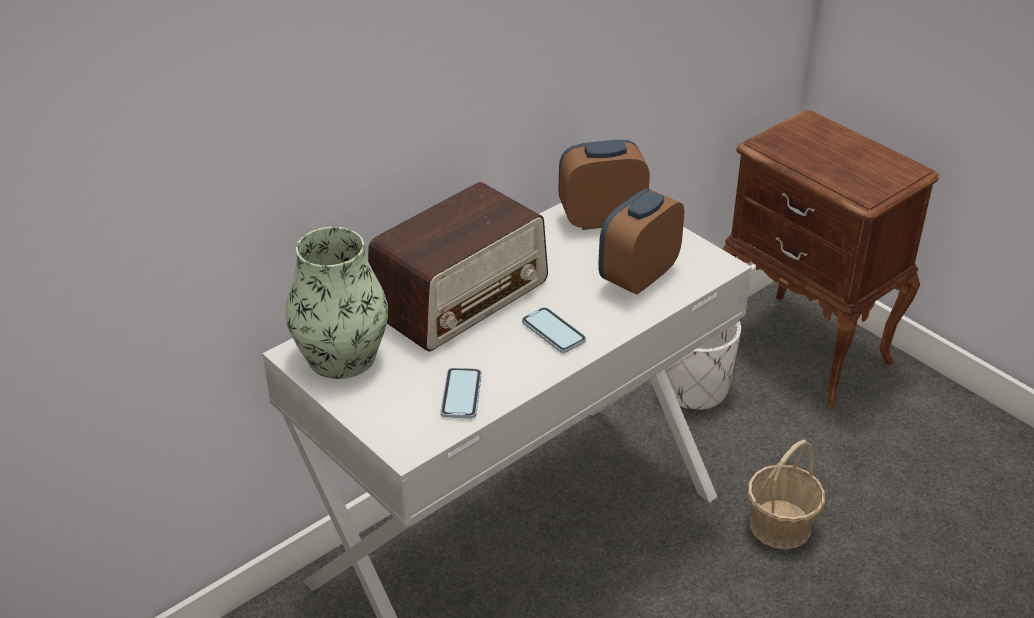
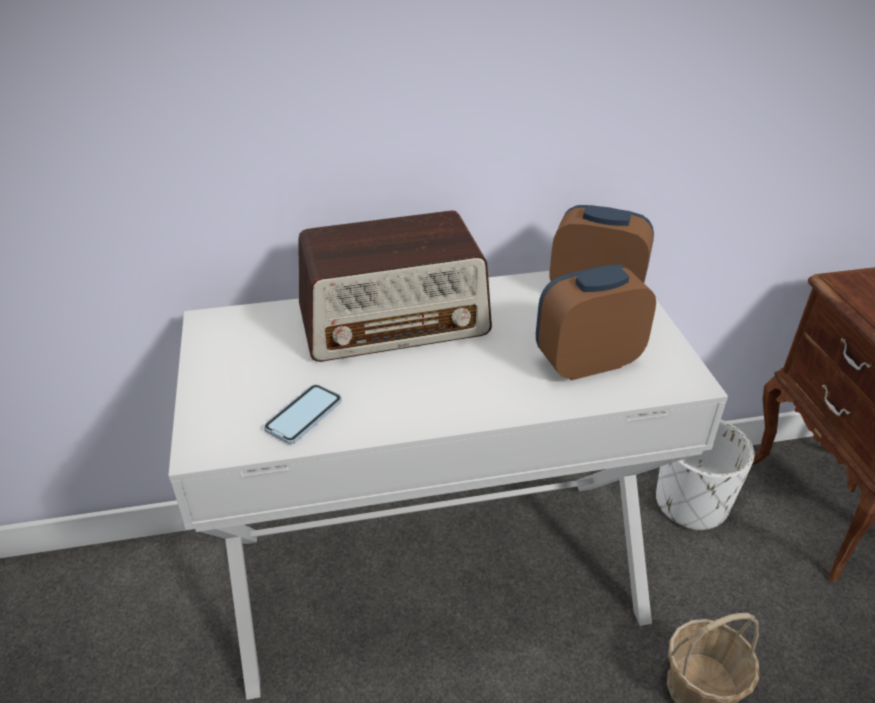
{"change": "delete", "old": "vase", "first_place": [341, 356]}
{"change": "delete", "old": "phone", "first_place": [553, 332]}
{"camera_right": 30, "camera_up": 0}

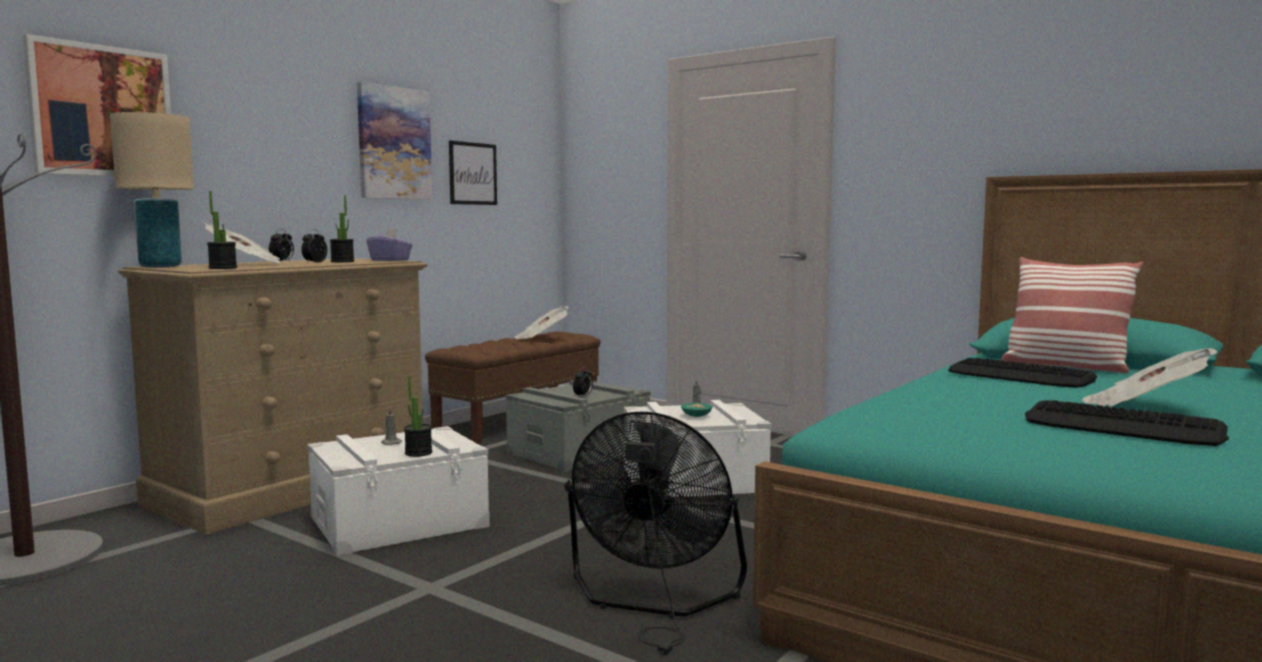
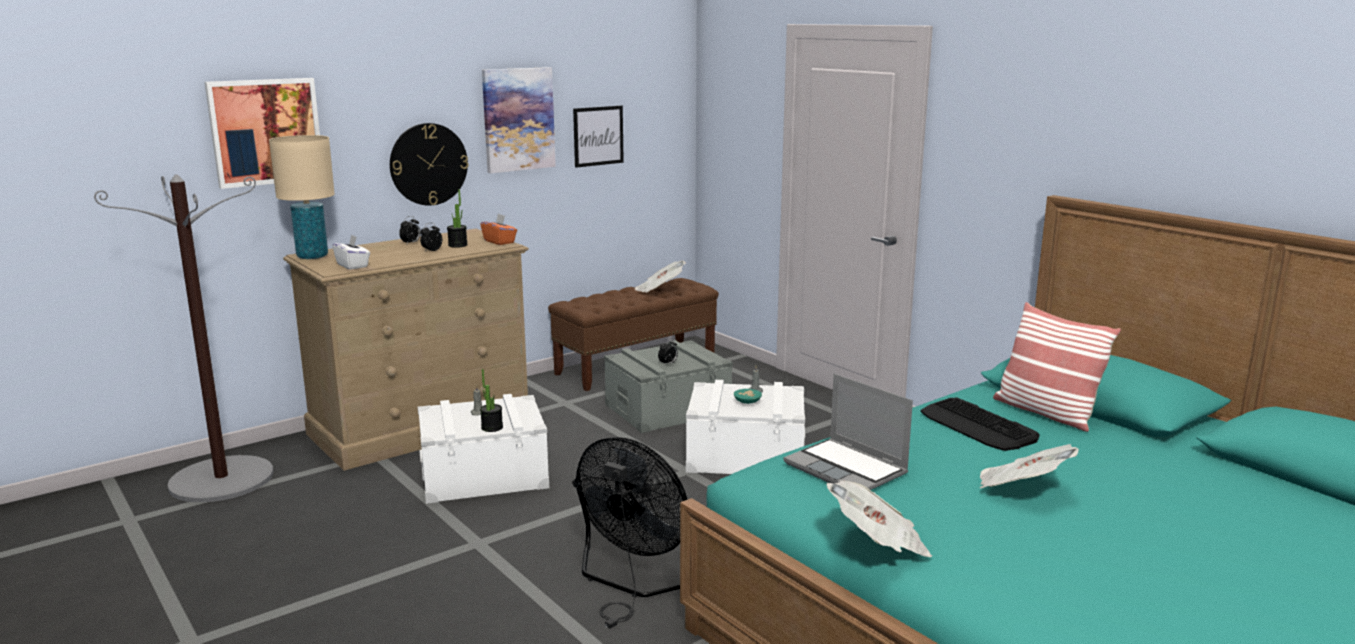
{"change": "replace", "old": "potted plant", "new": "white tissue box", "first_place": [223, 268], "second_place": [353, 265]}
{"change": "insert", "new": "wall clock", "second_place": [428, 164]}
{"change": "recolor", "old": "purple tissue box", "new": "orange tissue box", "first_place": [390, 260], "second_place": [499, 242]}
{"change": "insert", "new": "laptop", "second_place": [847, 469]}
{"change": "move", "old": "newspaper", "first_place": [246, 264], "second_place": [878, 544]}
{"change": "delete", "old": "keyboard", "first_place": [1122, 427]}
{"camera_right": 15, "camera_up": 10}

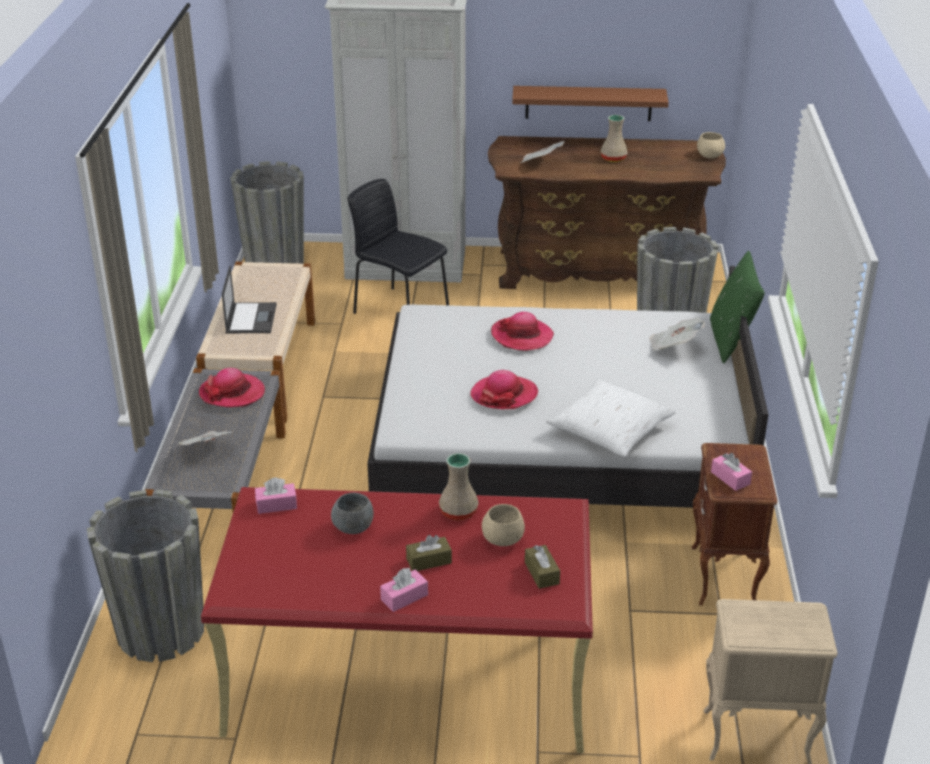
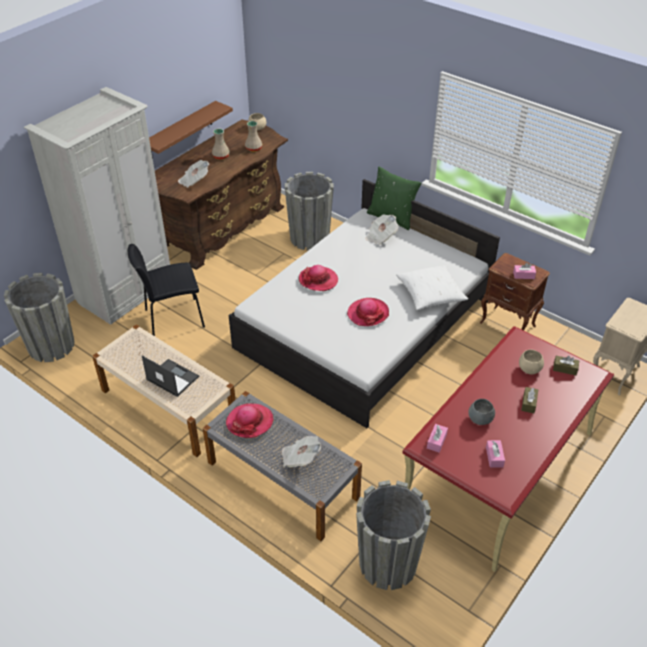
{"change": "move", "old": "beige vase", "first_place": [459, 511], "second_place": [253, 148]}
{"change": "move", "old": "pink tissue box", "first_place": [404, 597], "second_place": [494, 457]}
{"camera_right": -55, "camera_up": 10}

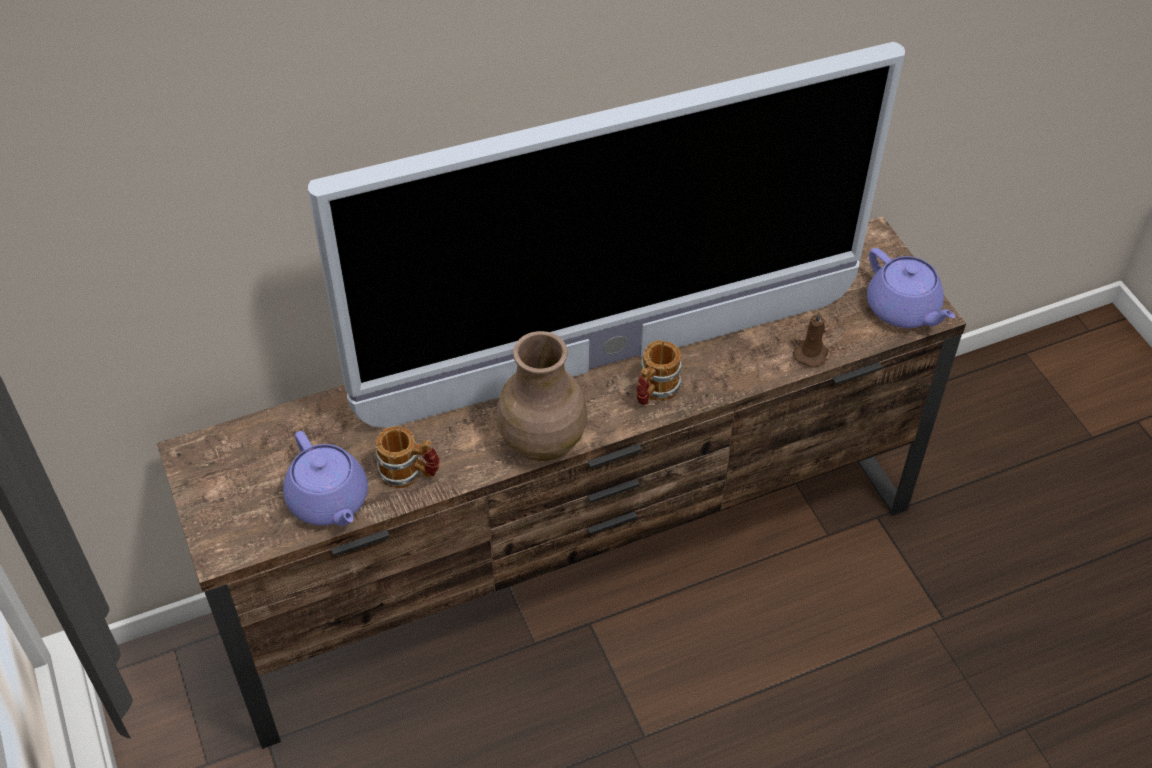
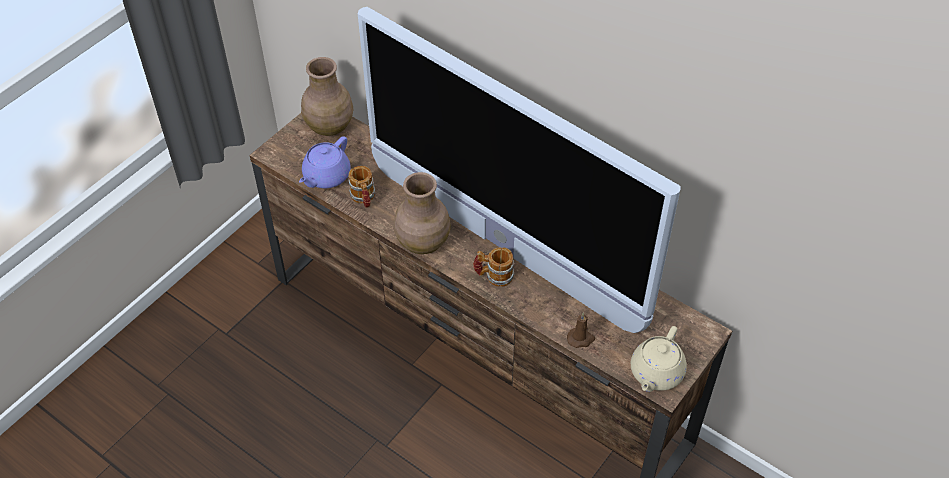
{"change": "insert", "new": "brown vase", "second_place": [330, 126]}
{"change": "recolor", "old": "purple teapot", "new": "beige teapot", "first_place": [903, 309], "second_place": [656, 373]}
{"camera_right": 60, "camera_up": 0}

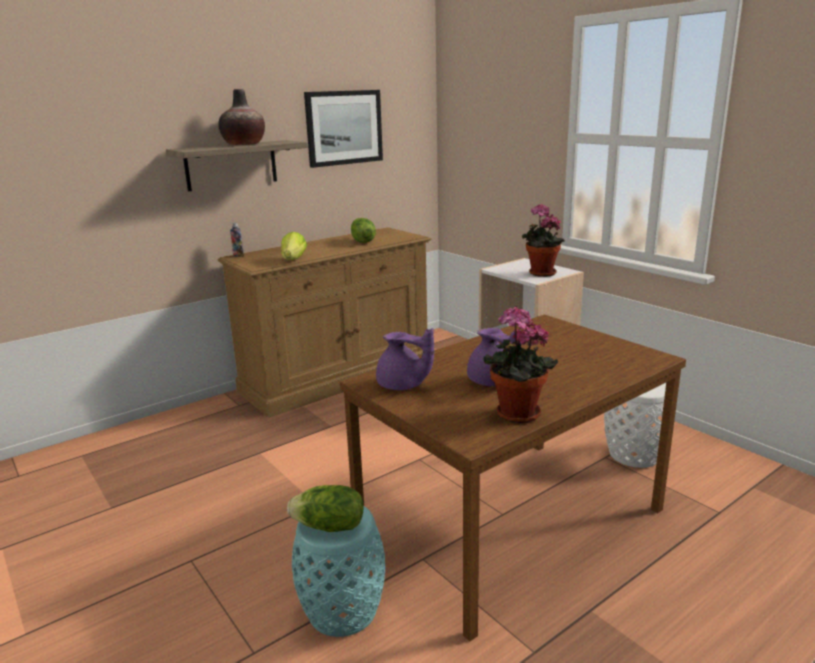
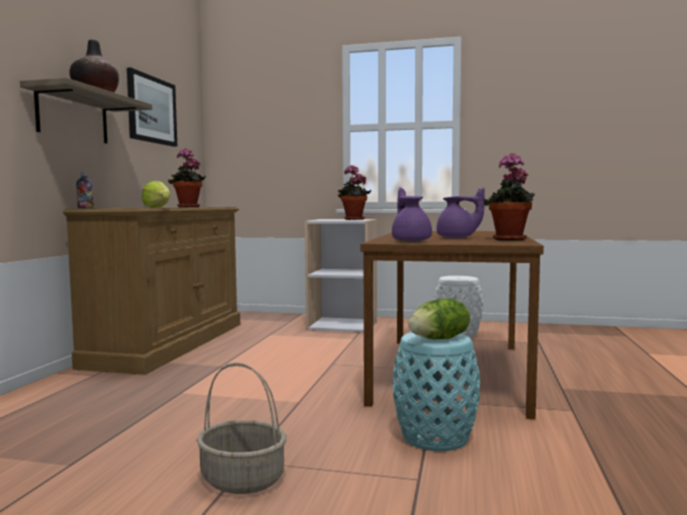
{"change": "replace", "old": "lettuce", "new": "potted plant", "first_place": [362, 241], "second_place": [188, 207]}
{"change": "insert", "new": "basket", "second_place": [241, 479]}
{"change": "rotate", "old": "purple teapot", "first_place": [403, 386], "second_place": [411, 241], "degrees": -90}
{"camera_right": -40, "camera_up": -15}

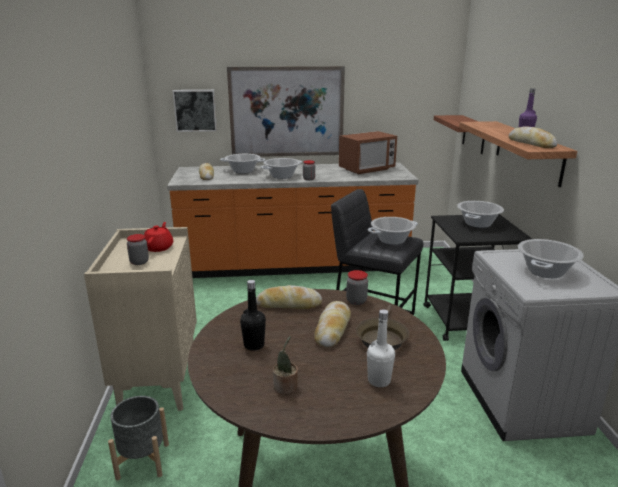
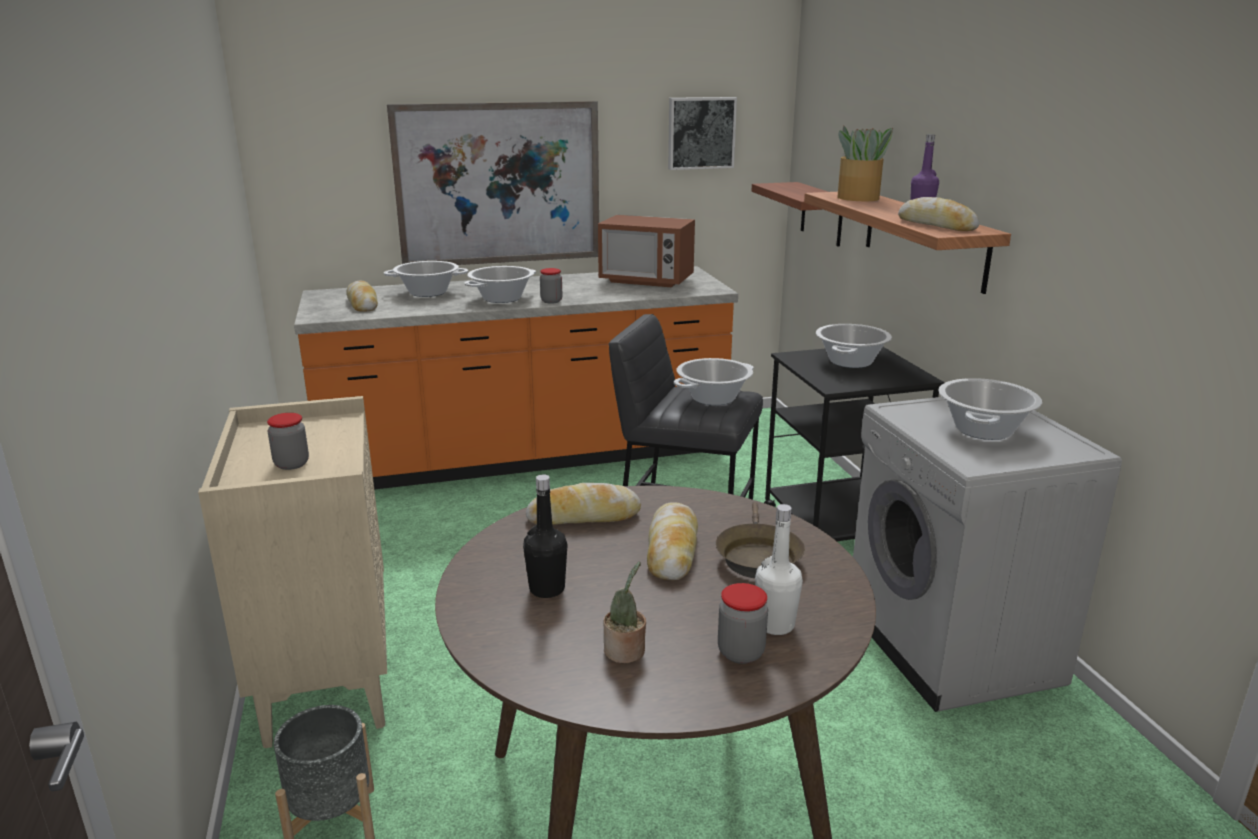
{"change": "rotate", "old": "microwave", "first_place": [367, 169], "second_place": [646, 280], "degrees": 60}
{"change": "move", "old": "picture", "first_place": [195, 110], "second_place": [700, 133]}
{"change": "move", "old": "jar", "first_place": [356, 301], "second_place": [741, 652]}
{"change": "insert", "new": "potted plant", "second_place": [858, 198]}
{"change": "delete", "old": "red teapot", "first_place": [159, 247]}
{"camera_right": -10, "camera_up": 0}

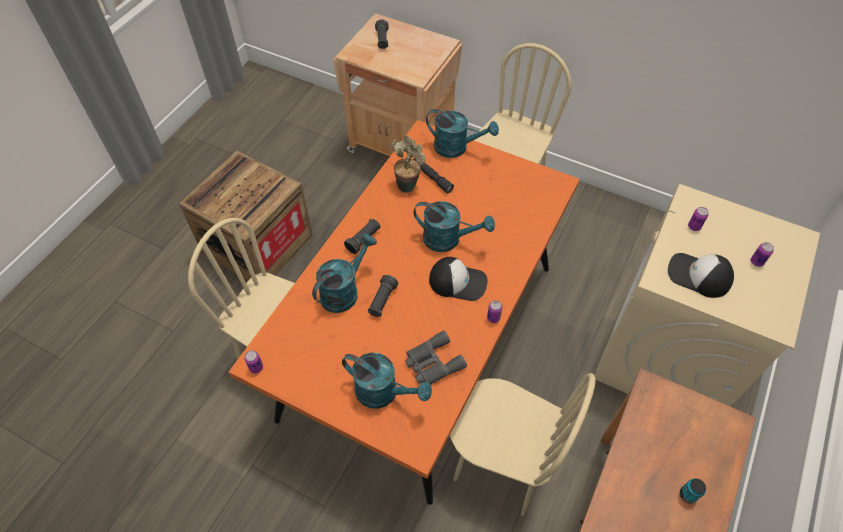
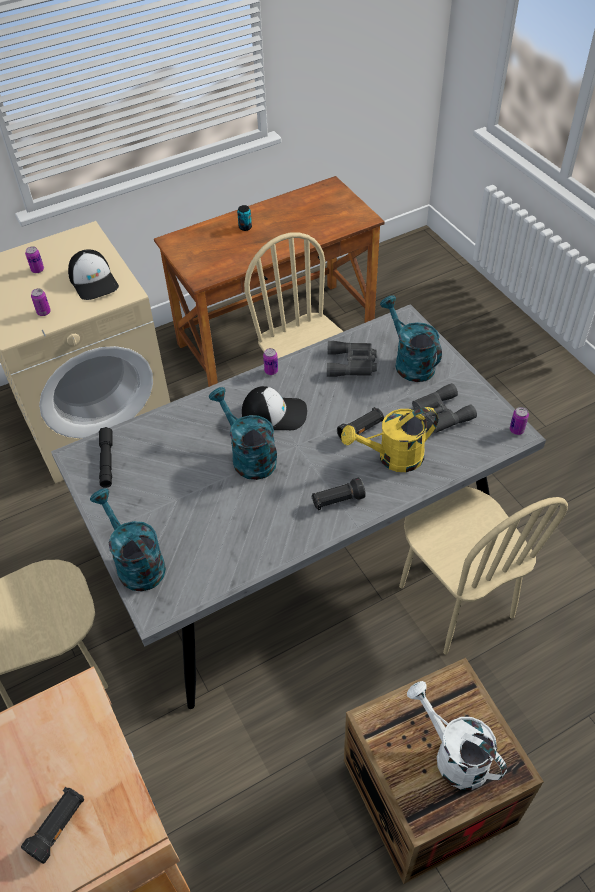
{"change": "recolor", "old": "orange dining table", "new": "grey dining table", "first_place": [421, 338], "second_place": [300, 547]}
{"change": "move", "old": "black flashlight", "first_place": [432, 177], "second_place": [107, 461]}
{"change": "rotate", "old": "cap", "first_place": [458, 281], "second_place": [274, 413], "degrees": 135}
{"change": "recolor", "old": "turquoise watering can", "new": "yellow watering can", "first_place": [344, 291], "second_place": [392, 458]}
{"change": "insert", "new": "white watering can", "second_place": [453, 755]}
{"change": "insert", "new": "grey binoculars", "second_place": [439, 414]}
{"change": "delete", "old": "potted plant", "first_place": [408, 184]}
{"camera_right": -145, "camera_up": -5}

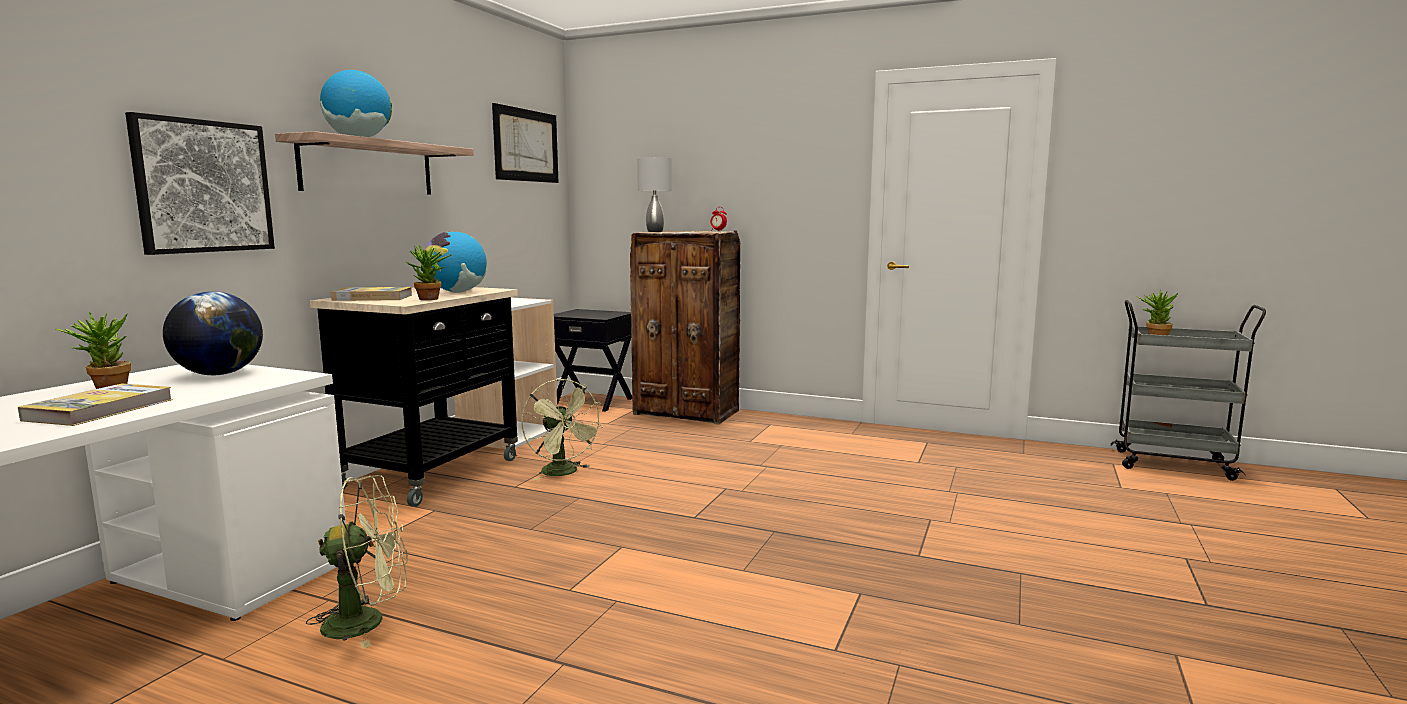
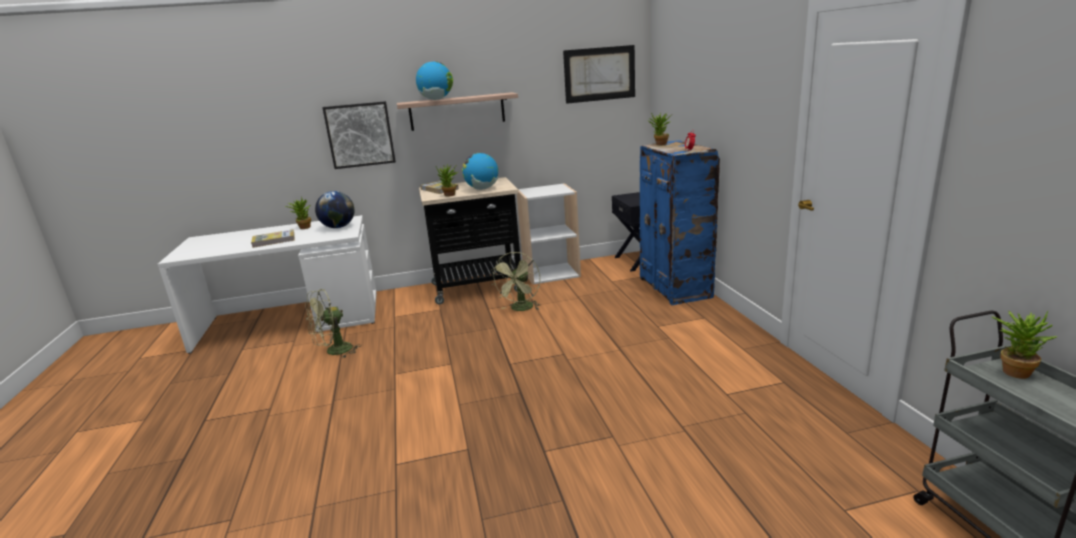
{"change": "rotate", "old": "green fan", "first_place": [367, 621], "second_place": [334, 352], "degrees": 105}
{"change": "recolor", "old": "brown cabinet", "new": "blue cabinet", "first_place": [687, 412], "second_place": [675, 288]}
{"change": "replace", "old": "grey table lamp", "new": "potted plant", "first_place": [654, 231], "second_place": [659, 144]}
{"camera_right": 55, "camera_up": 10}

